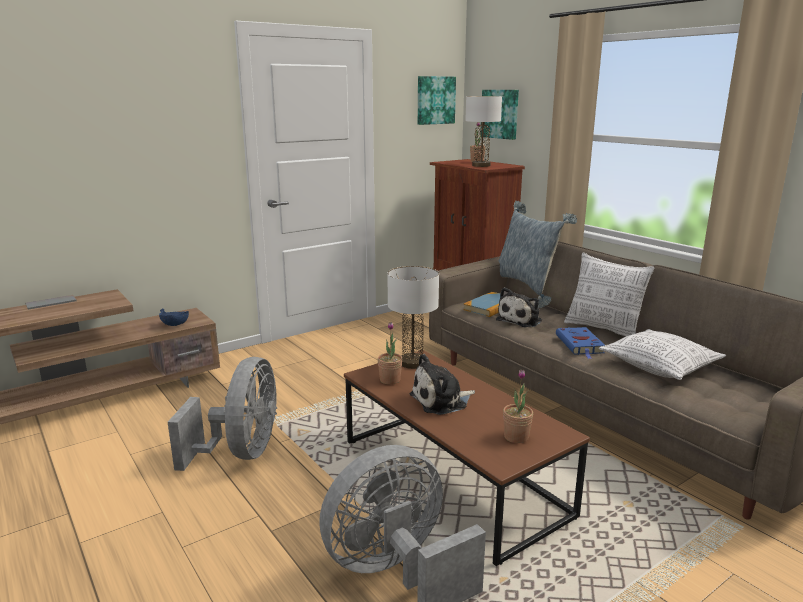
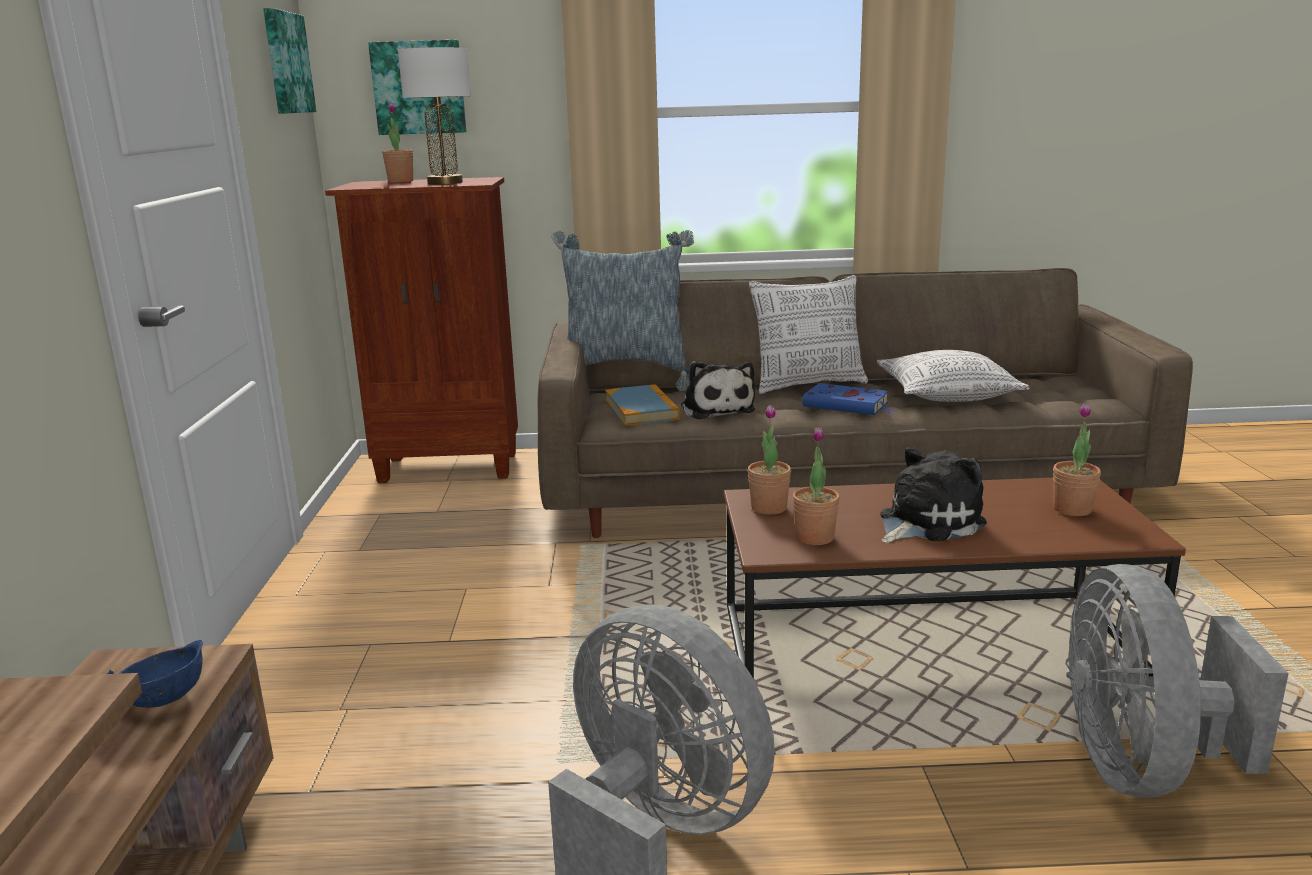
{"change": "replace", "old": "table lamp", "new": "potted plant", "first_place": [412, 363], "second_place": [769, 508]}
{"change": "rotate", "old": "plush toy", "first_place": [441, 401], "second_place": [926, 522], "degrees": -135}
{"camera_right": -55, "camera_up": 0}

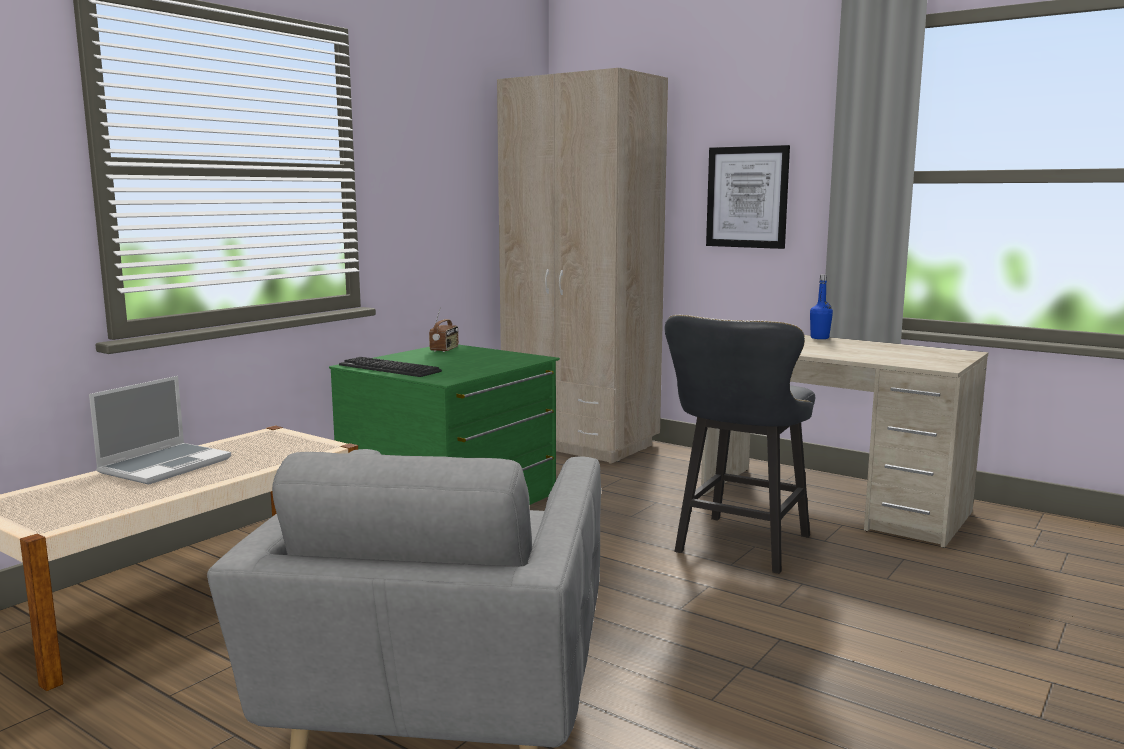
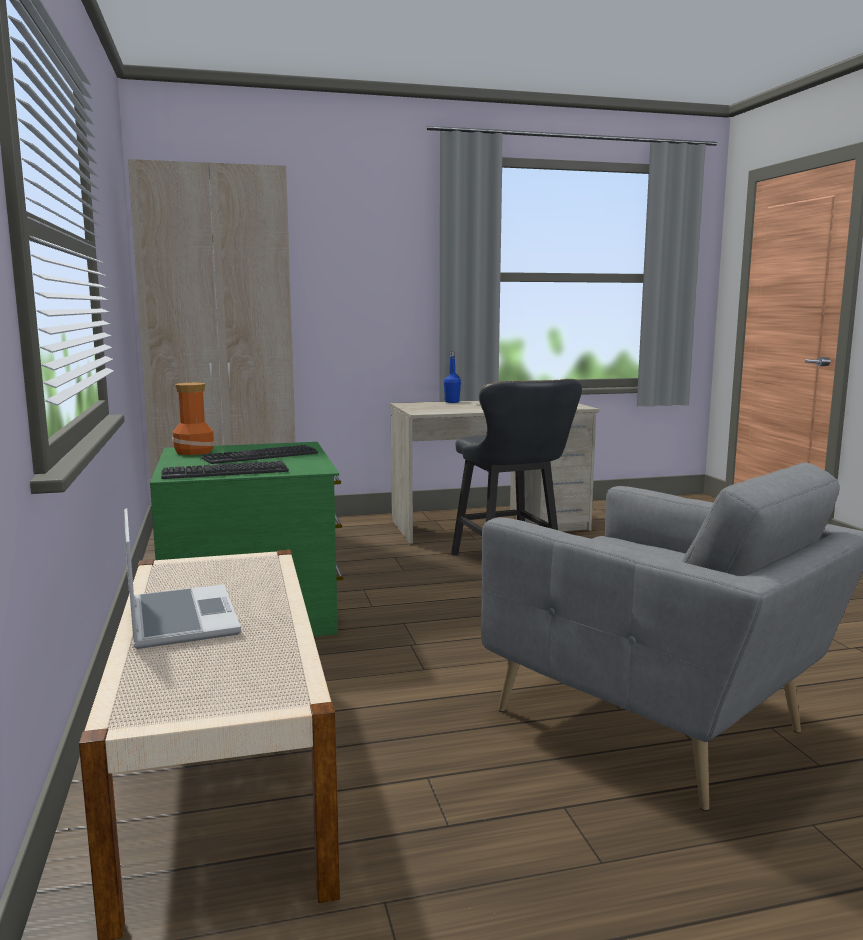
{"change": "replace", "old": "radio", "new": "vase", "first_place": [445, 349], "second_place": [193, 452]}
{"change": "insert", "new": "keyboard", "second_place": [261, 456]}
{"change": "delete", "old": "picture", "first_place": [747, 197]}
{"camera_right": -50, "camera_up": 0}

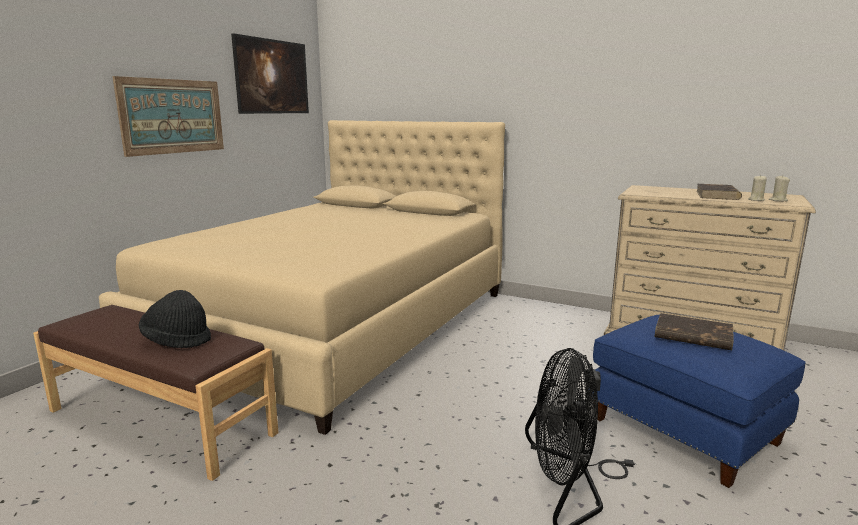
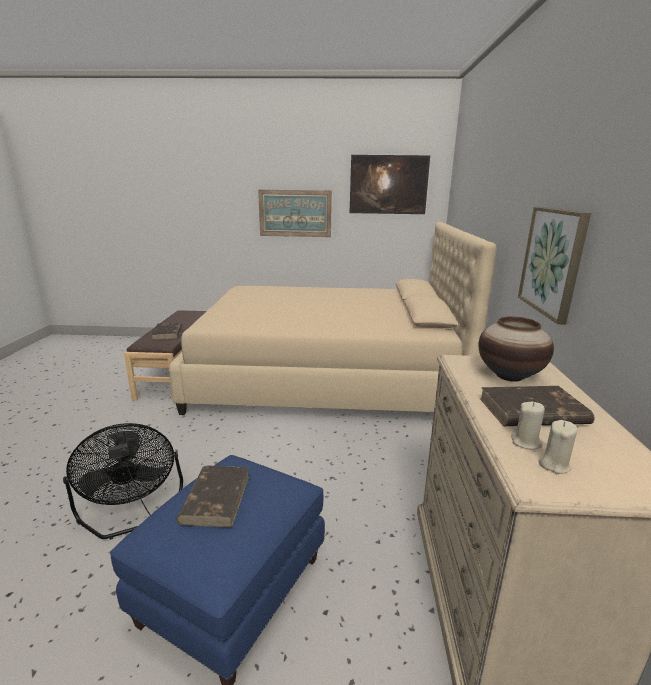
{"change": "replace", "old": "black hat", "new": "brown book", "first_place": [177, 340], "second_place": [167, 333]}
{"change": "insert", "new": "vase", "second_place": [509, 376]}
{"change": "insert", "new": "picture", "second_place": [552, 261]}
{"camera_right": 65, "camera_up": 5}

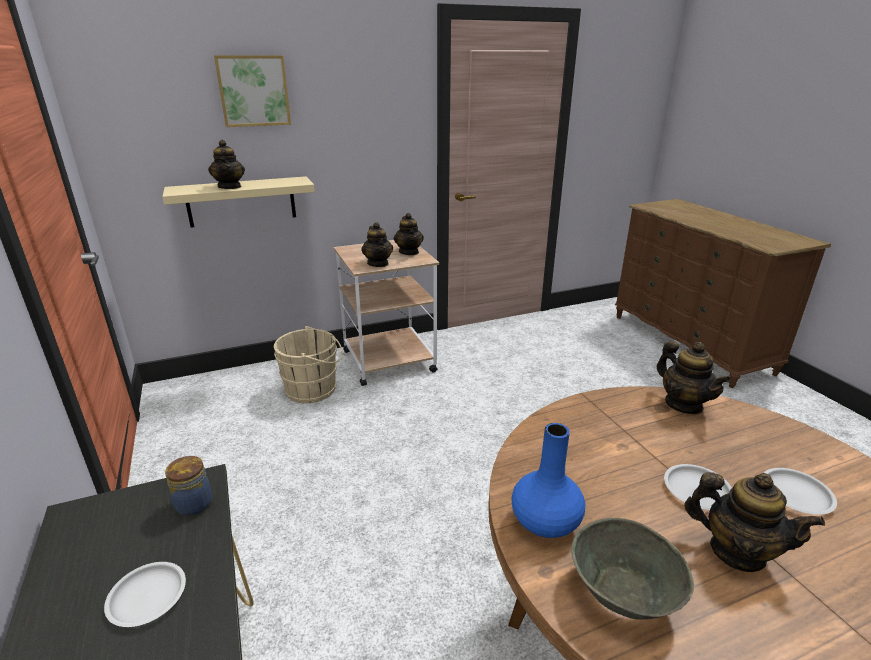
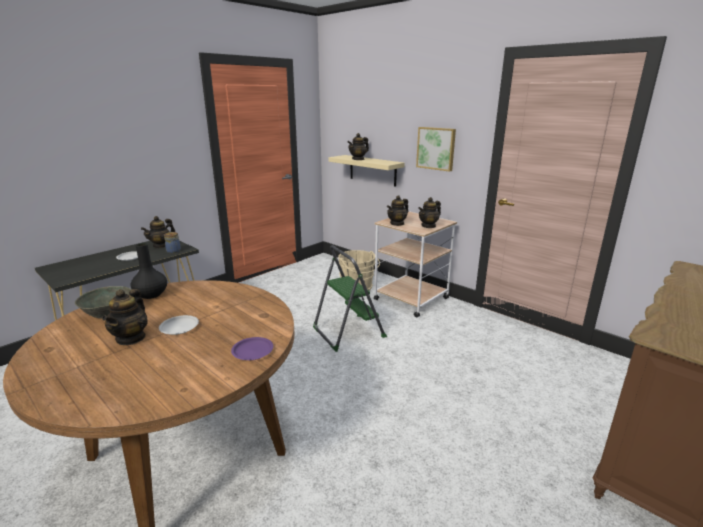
{"change": "recolor", "old": "blue vase", "new": "black vase", "first_place": [546, 522], "second_place": [151, 295]}
{"change": "move", "old": "teapot", "first_place": [683, 404], "second_place": [161, 245]}
{"change": "insert", "new": "purple plate", "second_place": [252, 351]}
{"change": "insert", "new": "green step ladder", "second_place": [346, 332]}
{"change": "move", "old": "picture", "first_place": [253, 91], "second_place": [436, 148]}
{"change": "delete", "old": "white plate", "first_place": [796, 495]}
{"camera_right": 65, "camera_up": -5}

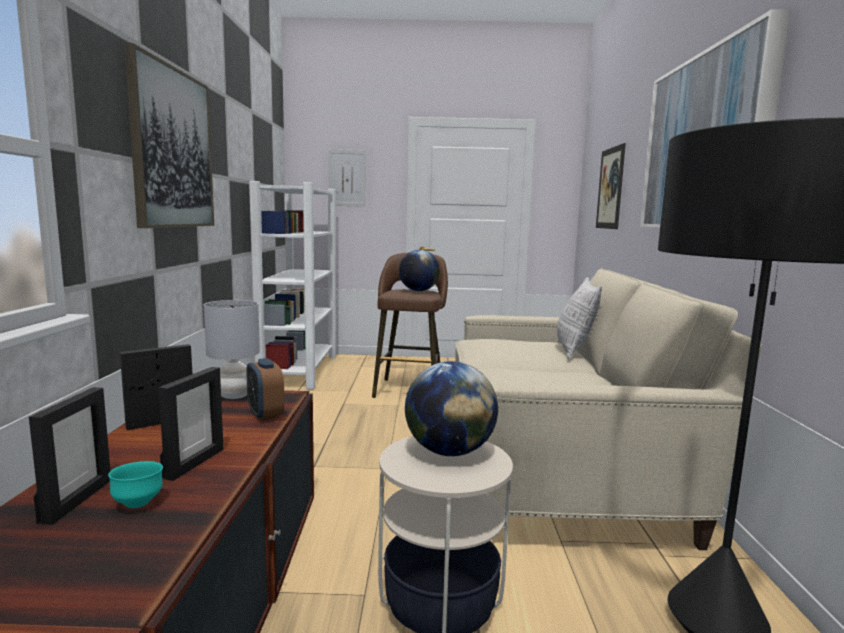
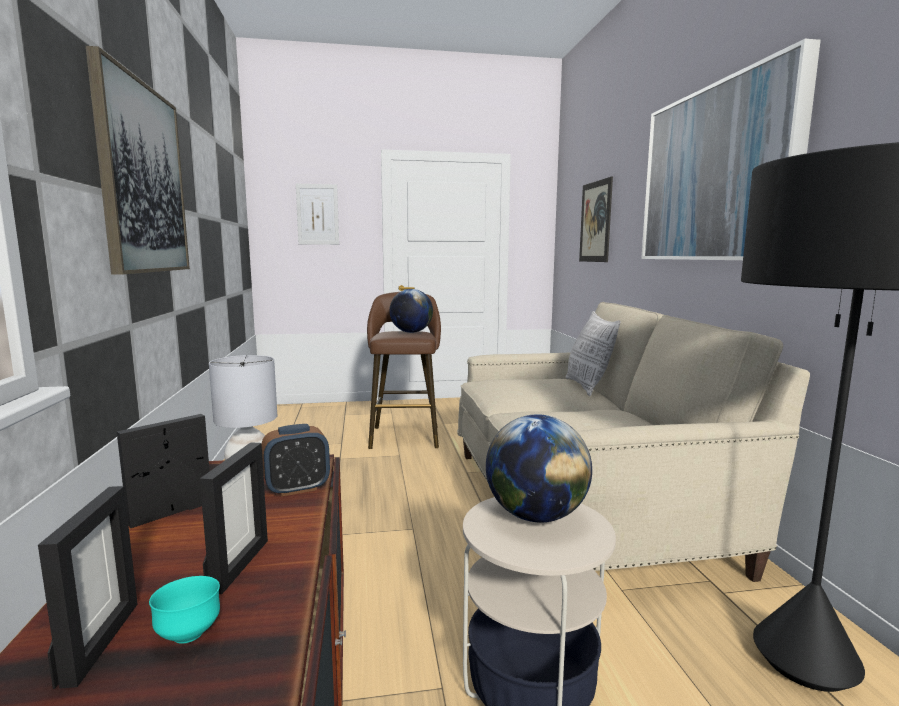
{"change": "rotate", "old": "alarm clock", "first_place": [265, 414], "second_place": [297, 488], "degrees": -75}
{"change": "delete", "old": "white bookcase", "first_place": [300, 370]}
{"camera_right": -10, "camera_up": 0}

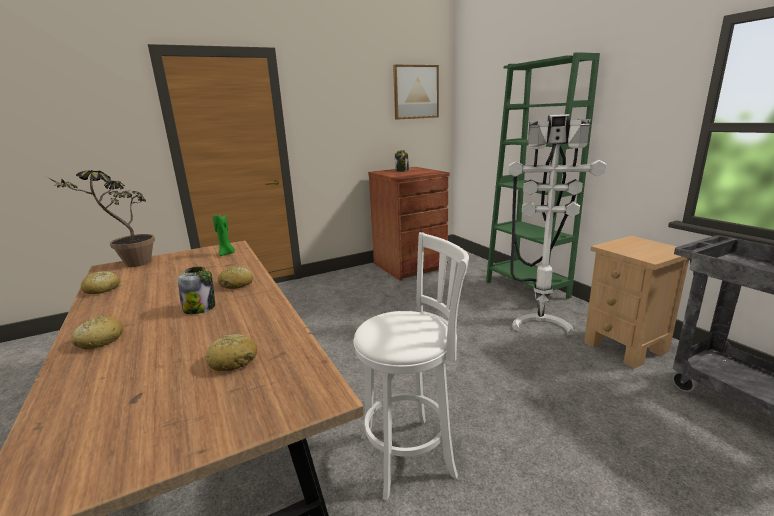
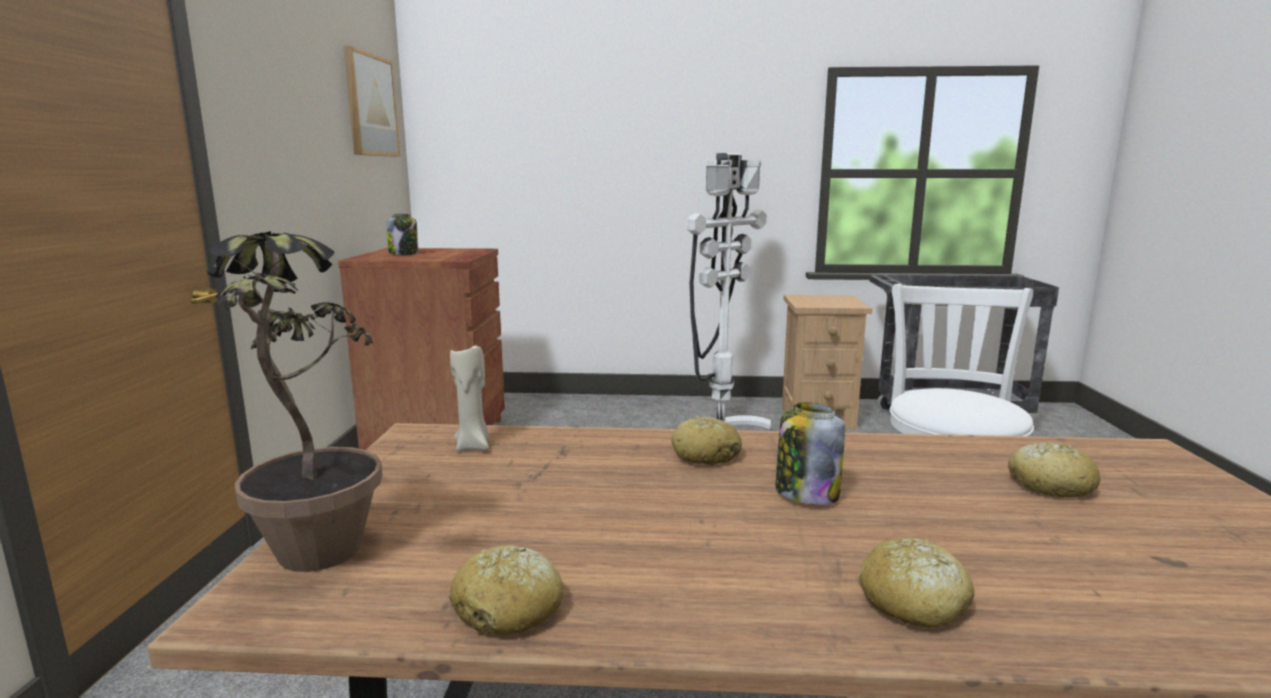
{"change": "recolor", "old": "green candle", "new": "beige candle", "first_place": [226, 254], "second_place": [473, 446]}
{"change": "delete", "old": "green bookcase", "first_place": [526, 289]}
{"camera_right": -60, "camera_up": -5}

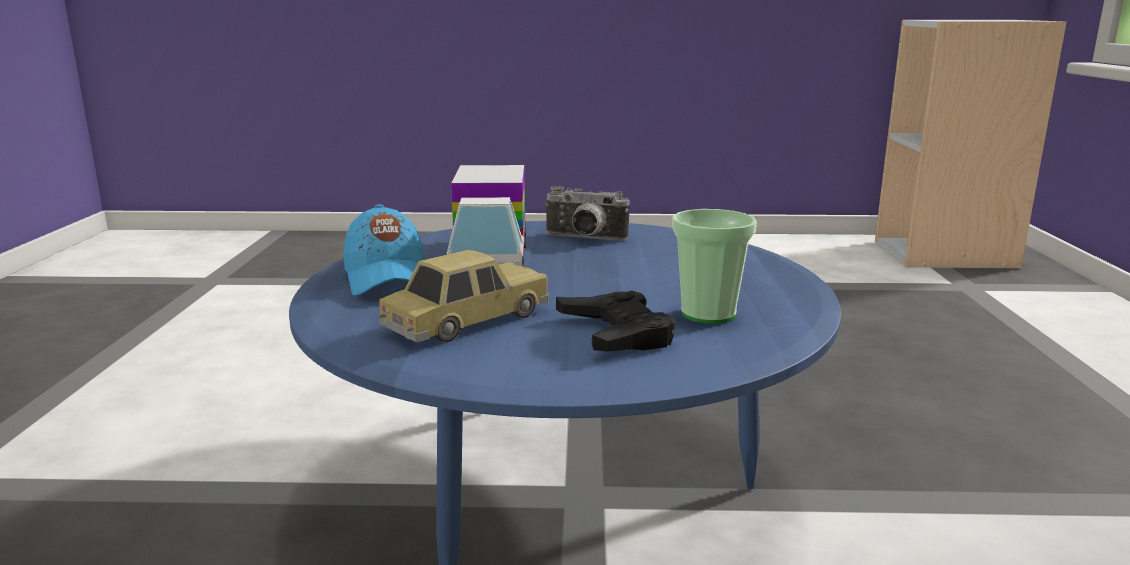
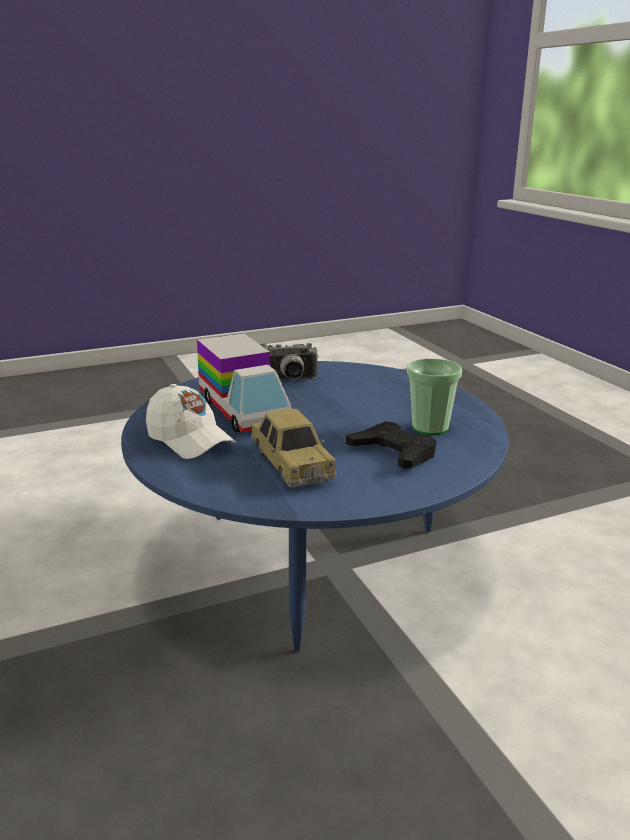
{"change": "recolor", "old": "blue cap", "new": "white cap", "first_place": [387, 279], "second_place": [190, 440]}
{"change": "rotate", "old": "toy car", "first_place": [467, 321], "second_place": [291, 463], "degrees": 135}
{"change": "delete", "old": "bookcase", "first_place": [946, 254]}
{"camera_right": -25, "camera_up": 5}

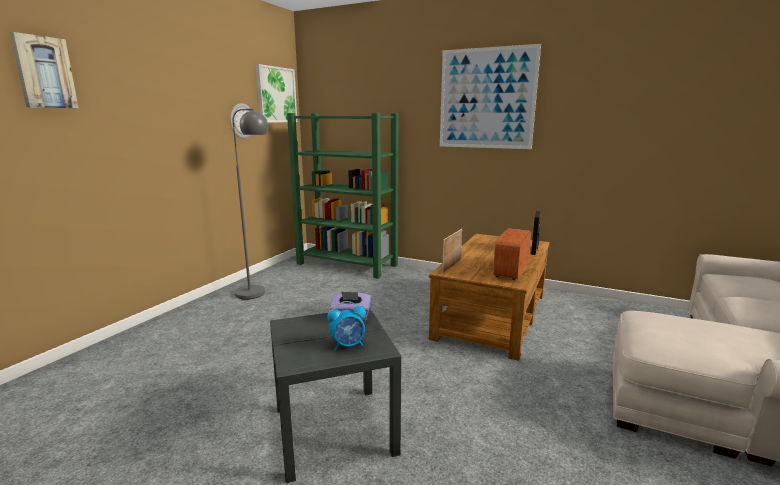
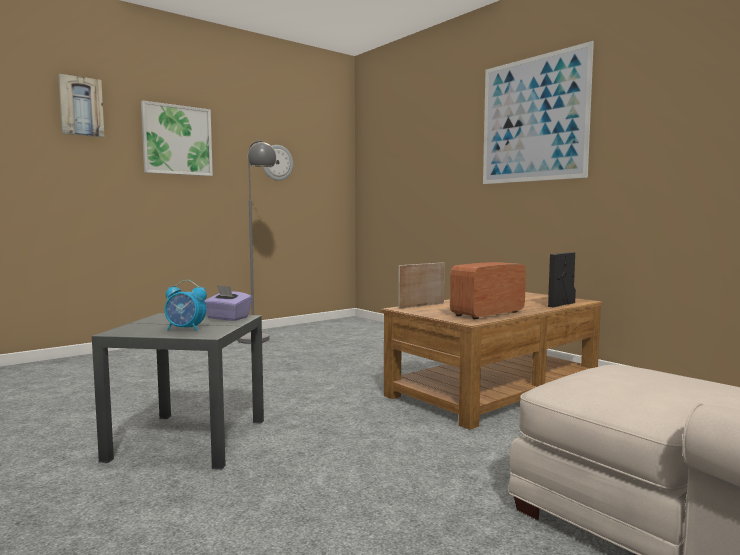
{"change": "move", "old": "picture", "first_place": [276, 95], "second_place": [177, 140]}
{"change": "delete", "old": "green bookcase", "first_place": [347, 264]}
{"camera_right": 25, "camera_up": -10}

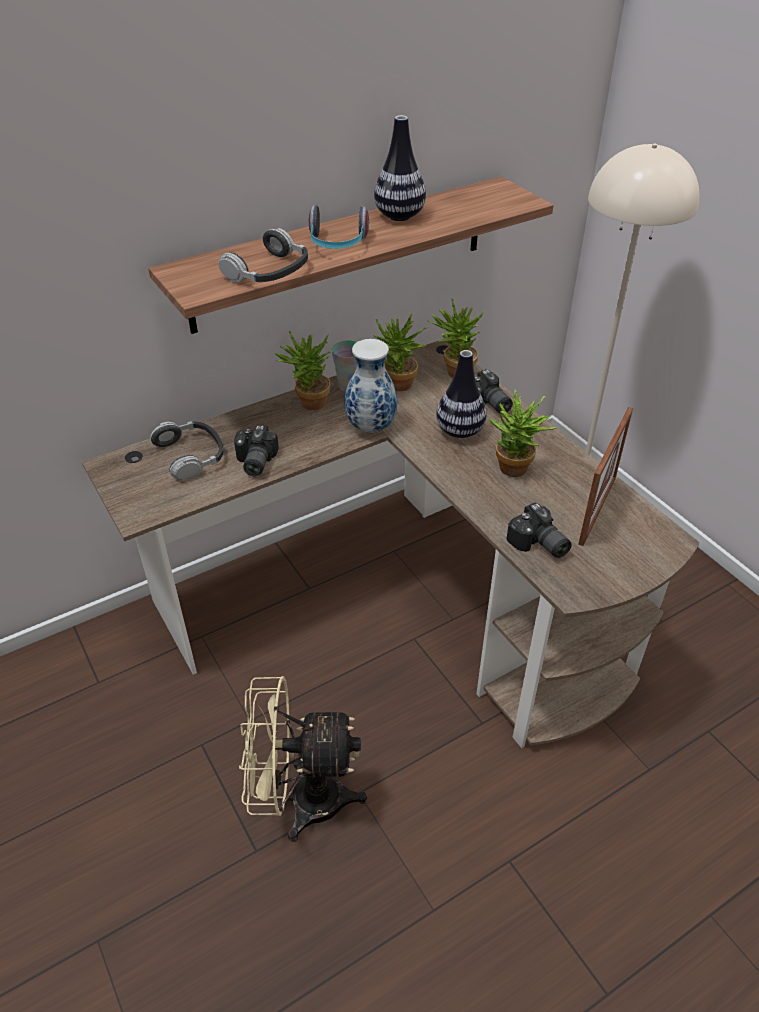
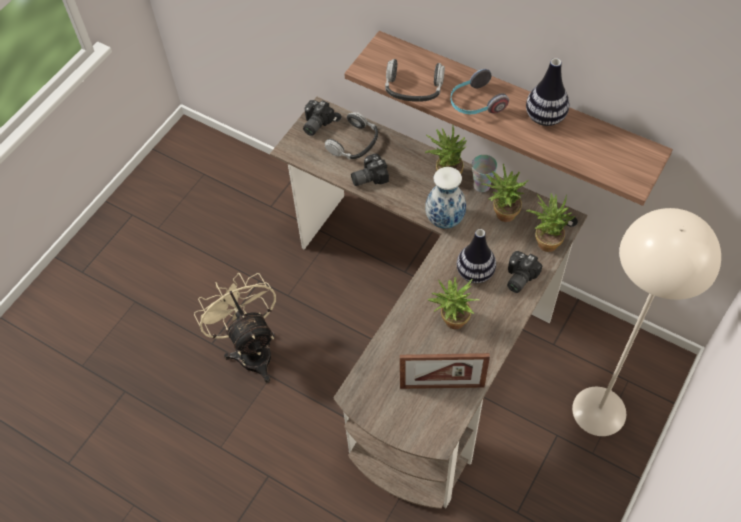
{"change": "move", "old": "photo camera", "first_place": [538, 545], "second_place": [314, 123]}
{"camera_right": 65, "camera_up": 15}

